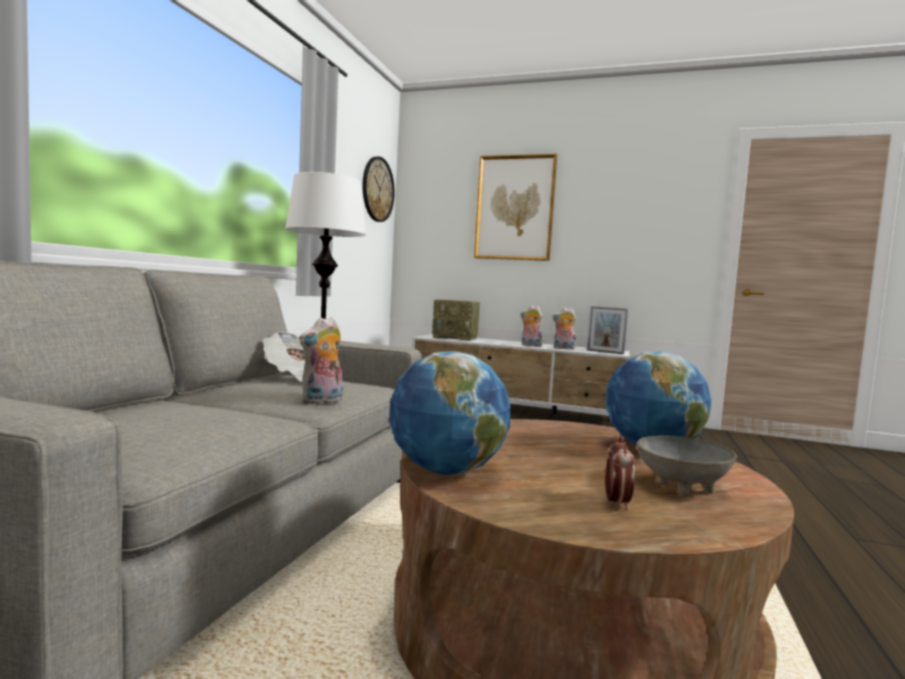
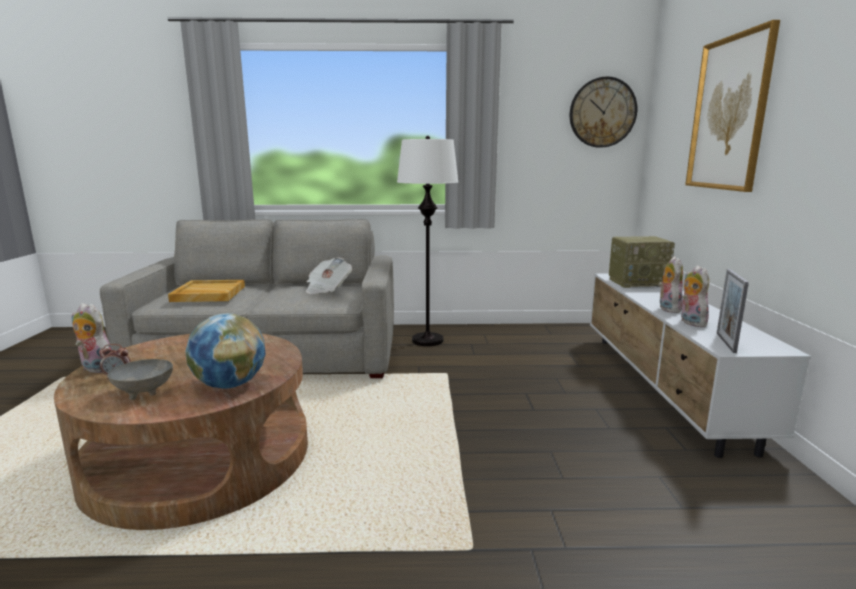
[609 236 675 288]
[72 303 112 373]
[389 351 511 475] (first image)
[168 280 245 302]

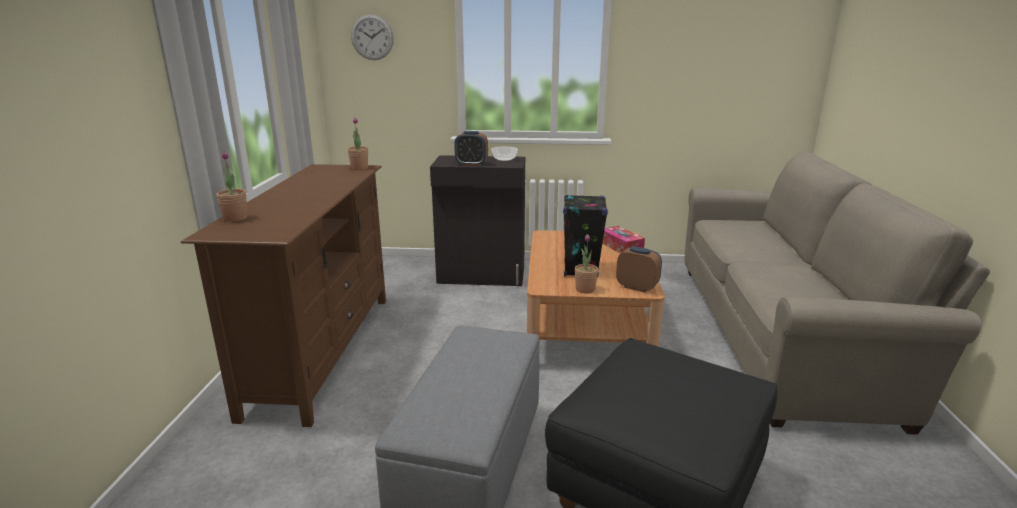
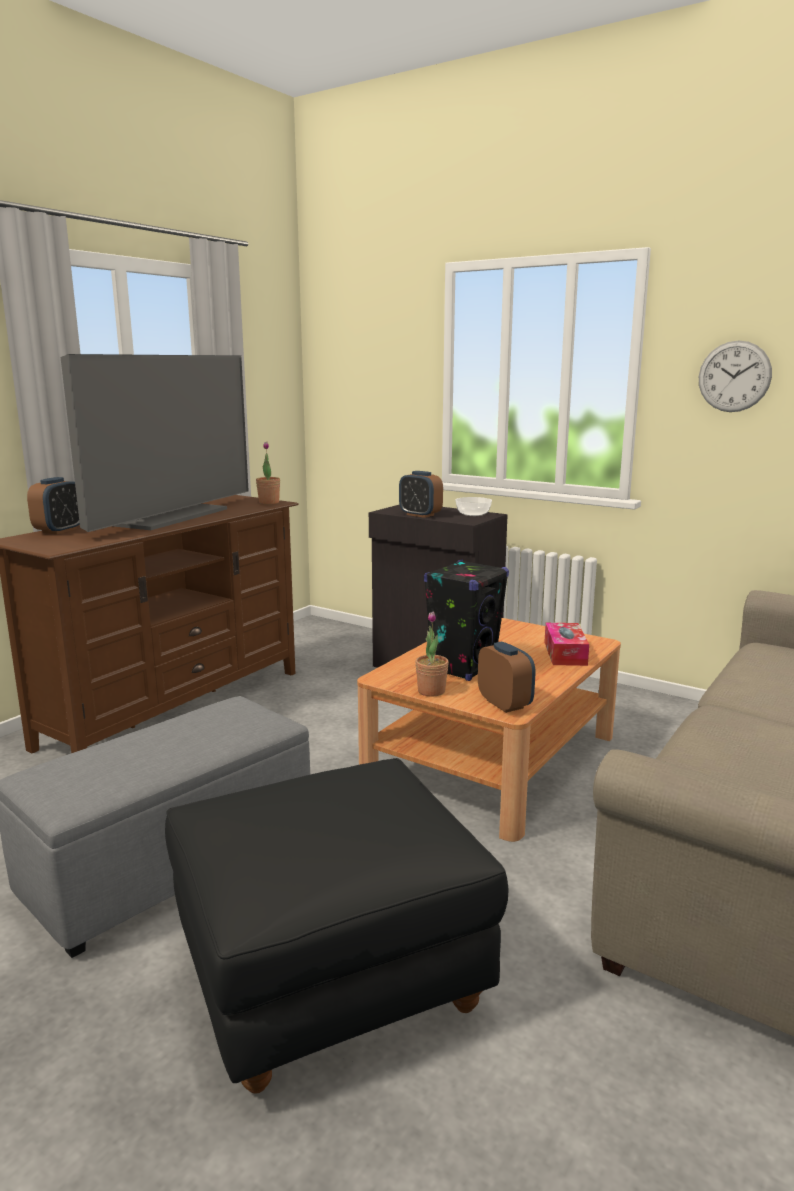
[699 340 772 412]
[27 477 80 534]
[61 354 249 532]

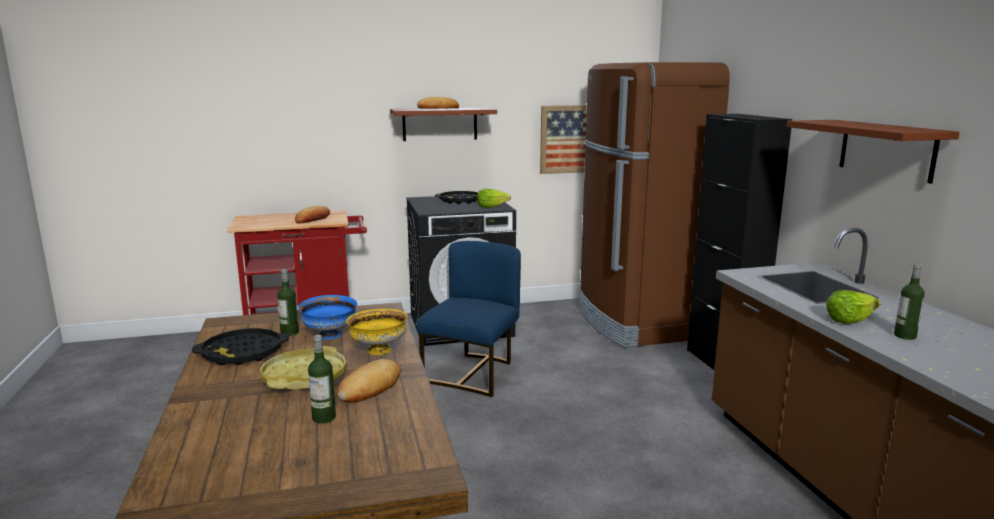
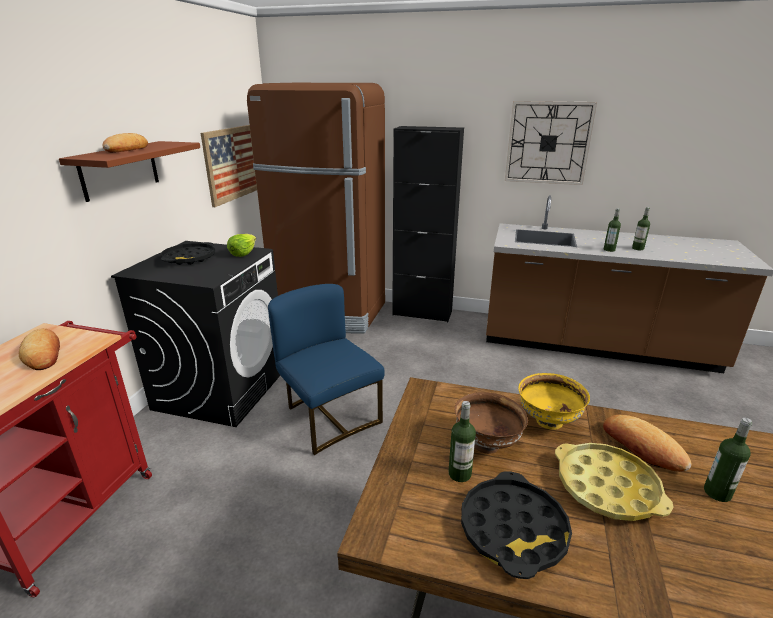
[505 101 597 185]
[604 208 621 252]
[454 392 528 454]

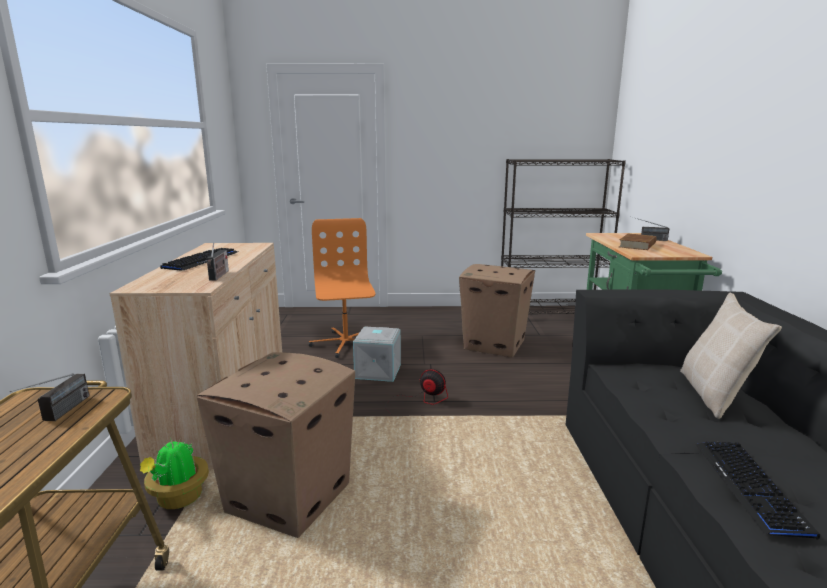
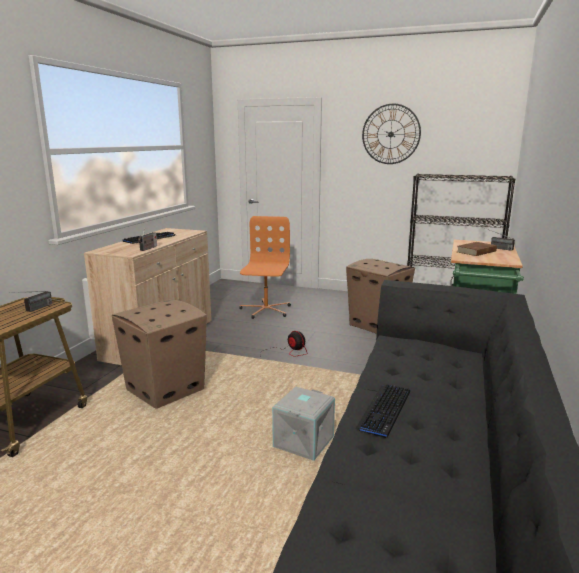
[680 293 782 419] (first image)
[272 387 335 461]
[140 437 209 509] (first image)
[362 104 421 164]

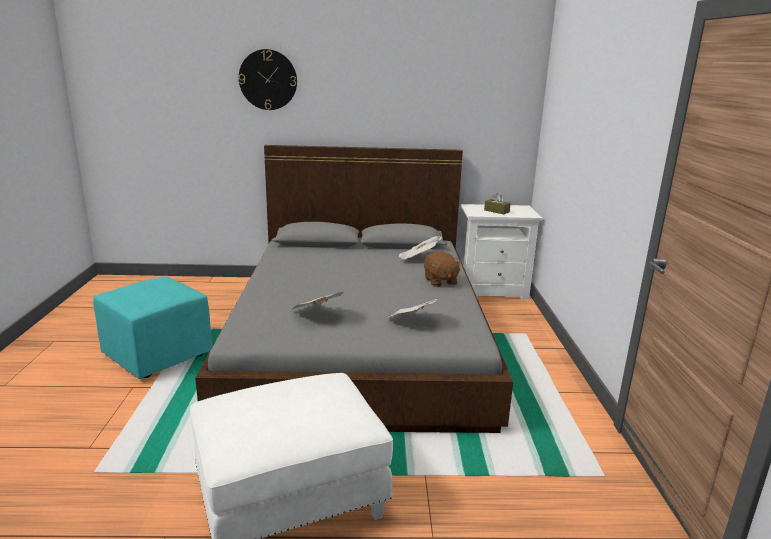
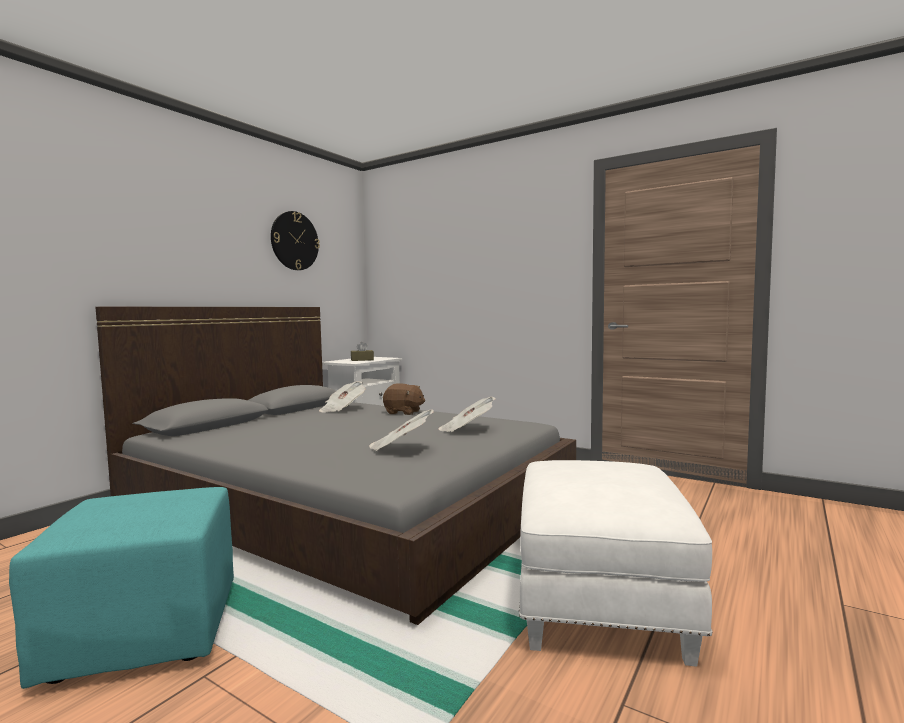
[271 211 320 270]

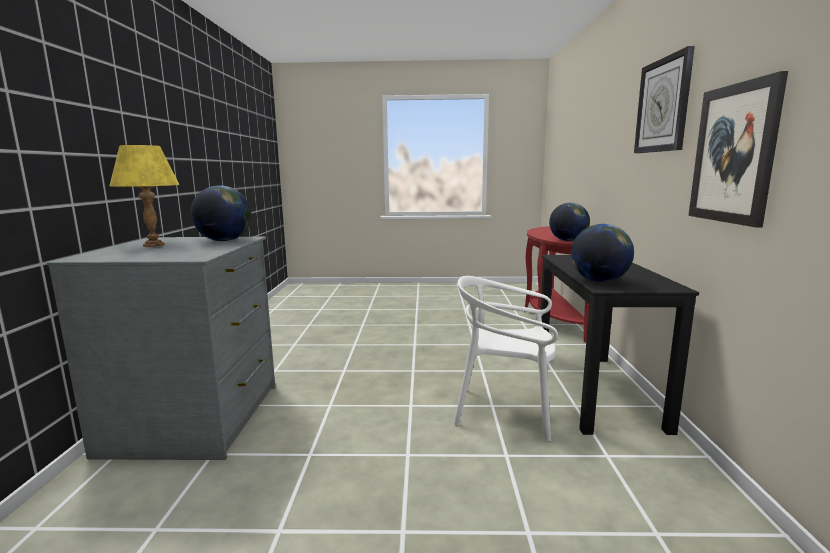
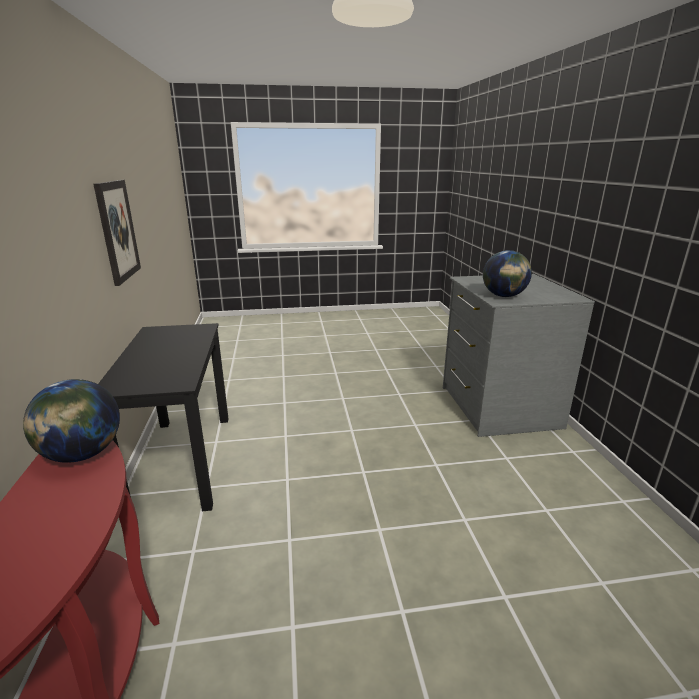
[634 46 695 153] (first image)
[110 145 180 247] (first image)
[571 224 634 282] (first image)
[454 276 558 442] (first image)

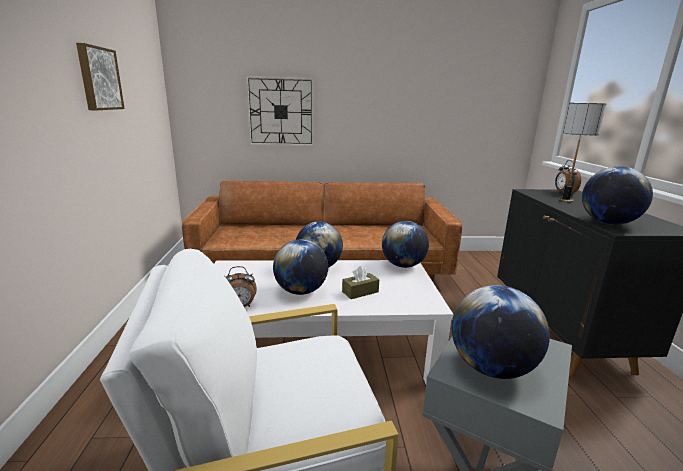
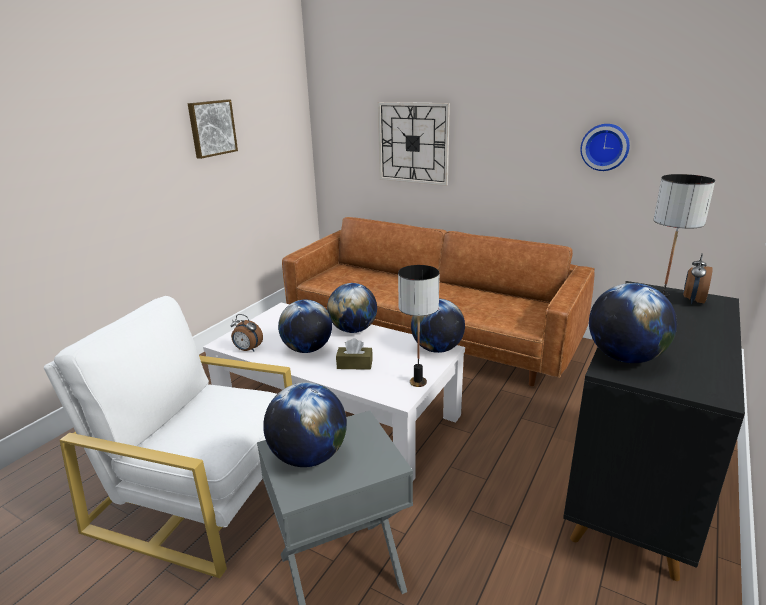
[580 124 630 171]
[398 265 439 387]

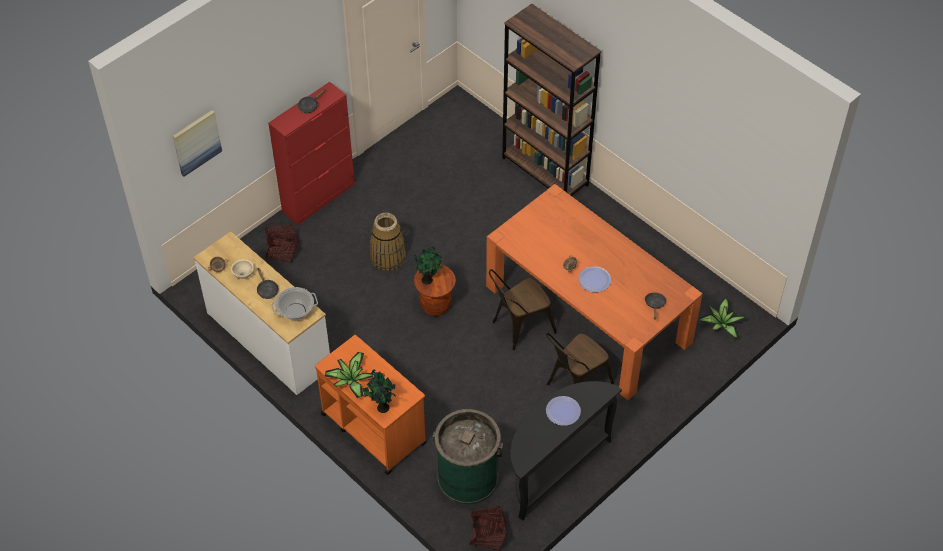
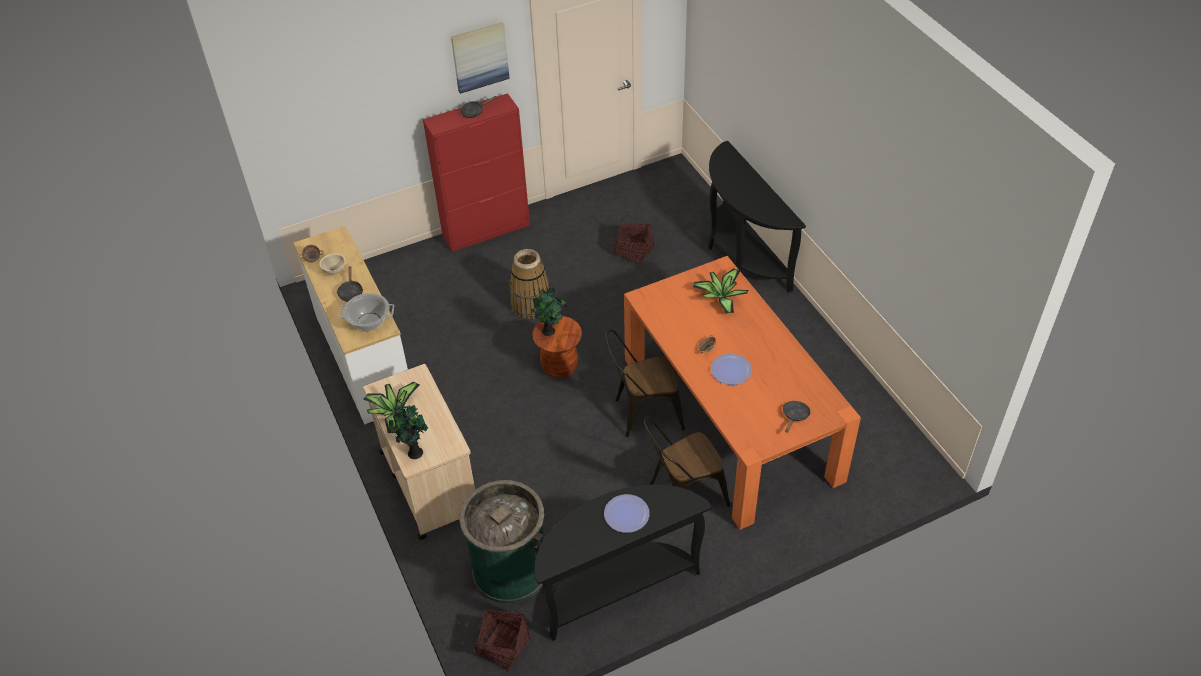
[708 141 806 293]
[451 22 510 94]
[614 215 654 265]
[693 269 749 314]
[363 364 475 540]

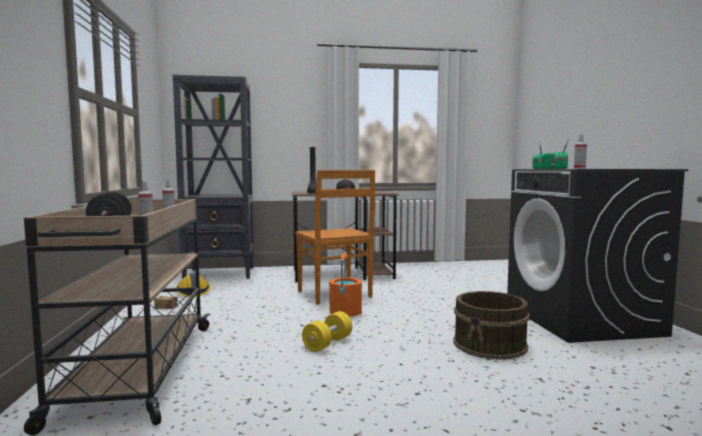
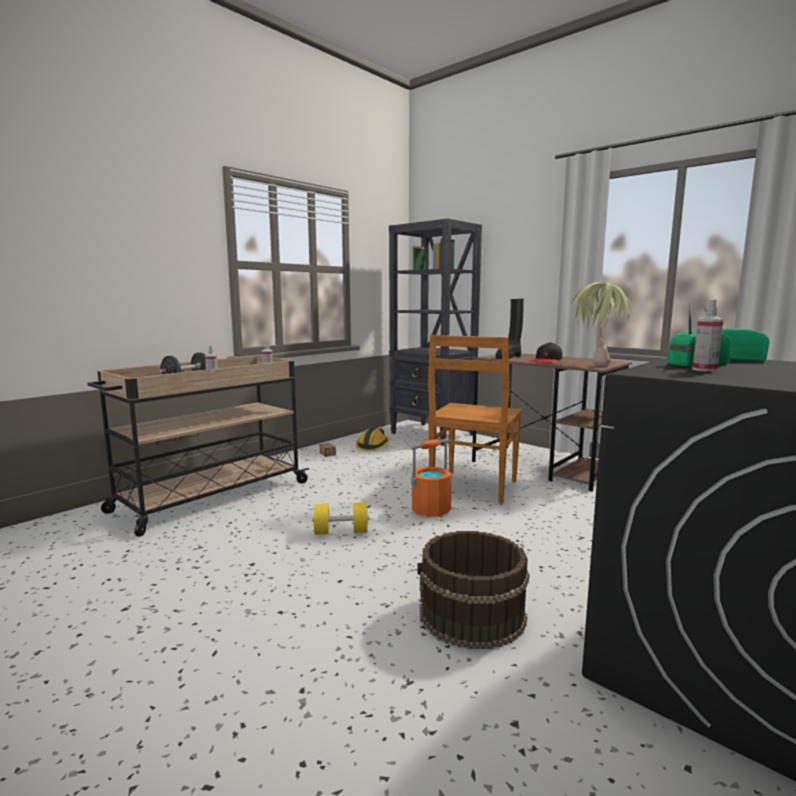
[571 282 631 367]

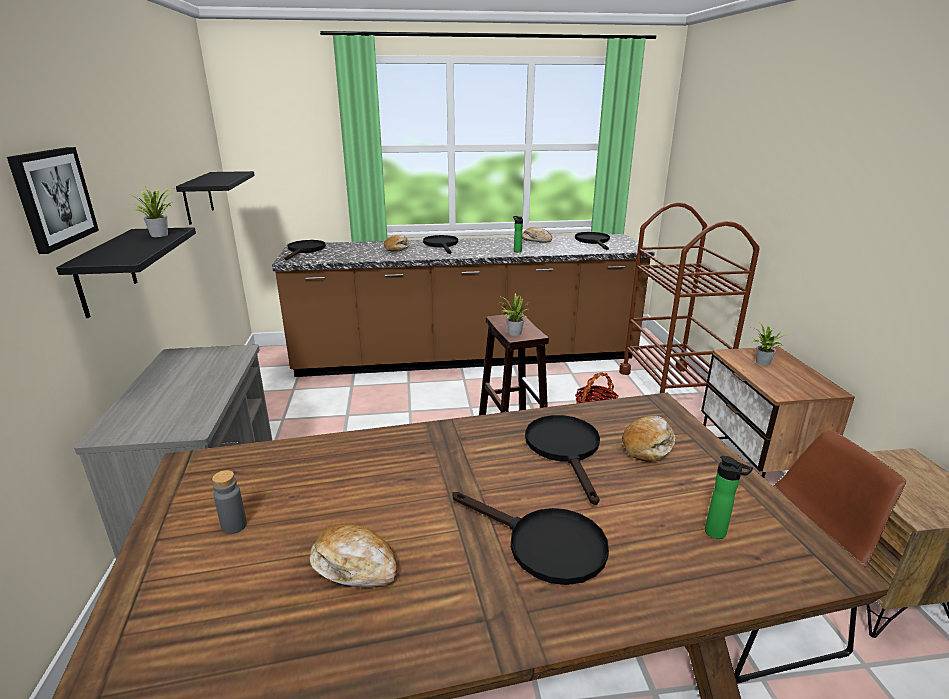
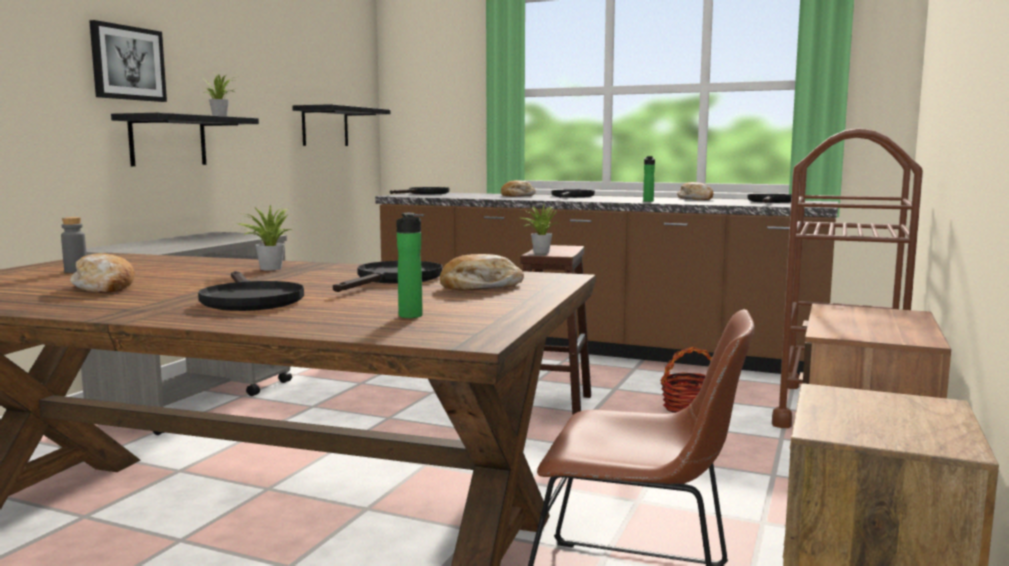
[237 205 294 270]

